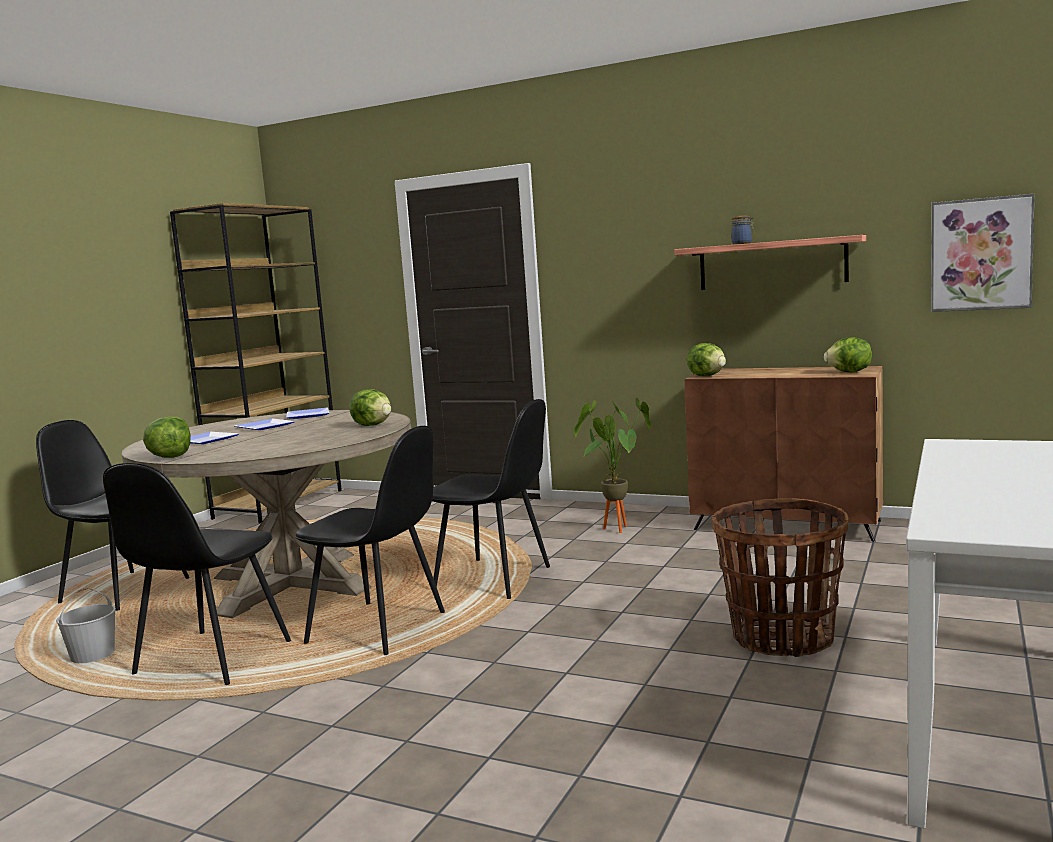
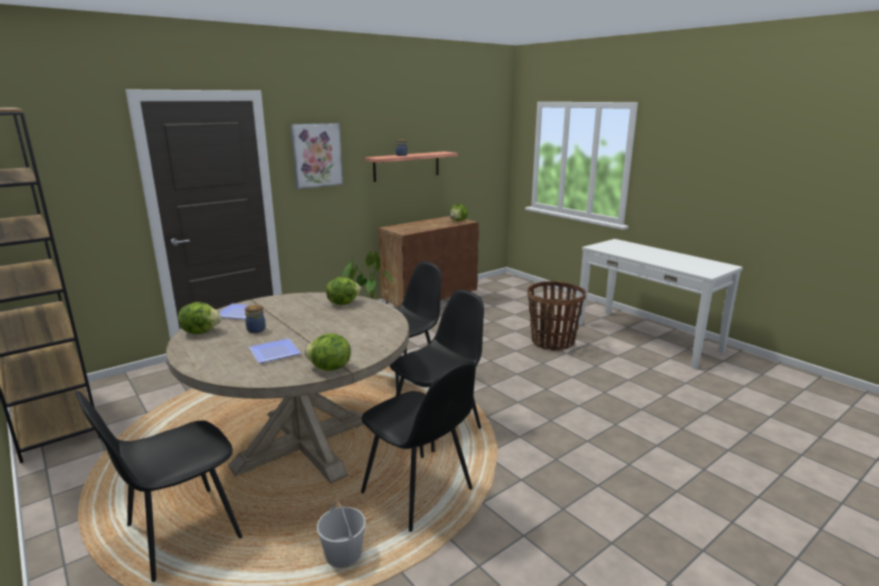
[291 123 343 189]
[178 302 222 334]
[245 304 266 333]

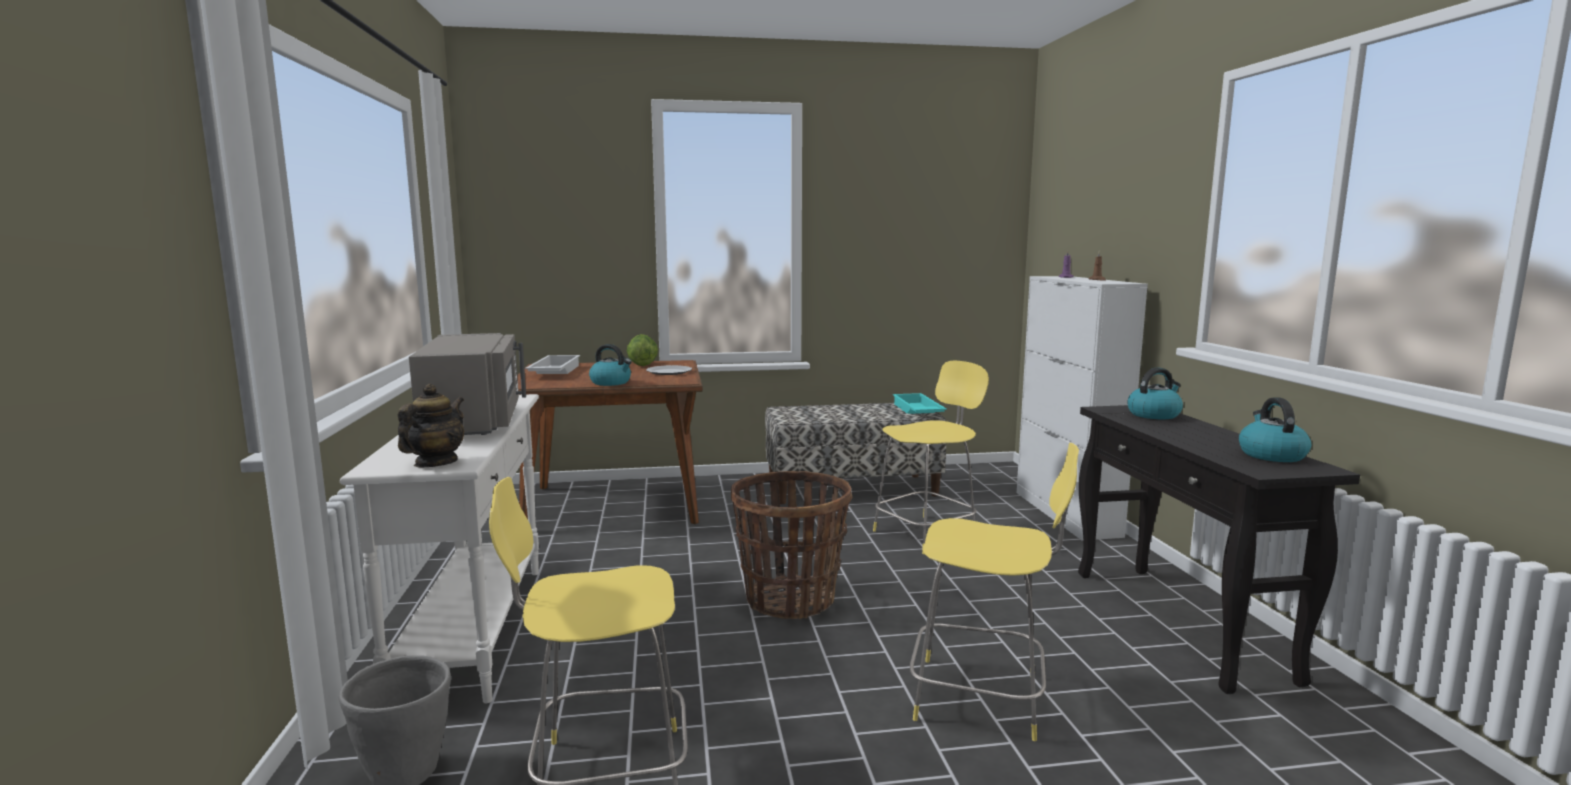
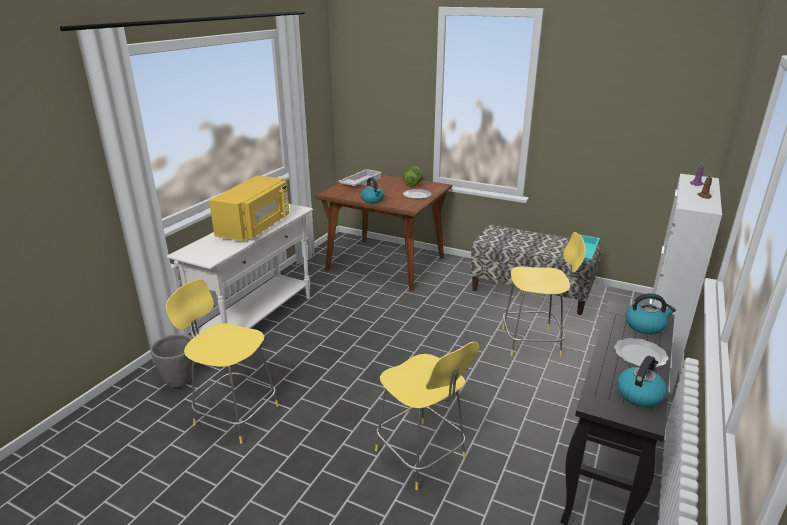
[209 175 289 241]
[398 384 464 467] (first image)
[731 471 853 619] (first image)
[614 338 669 368]

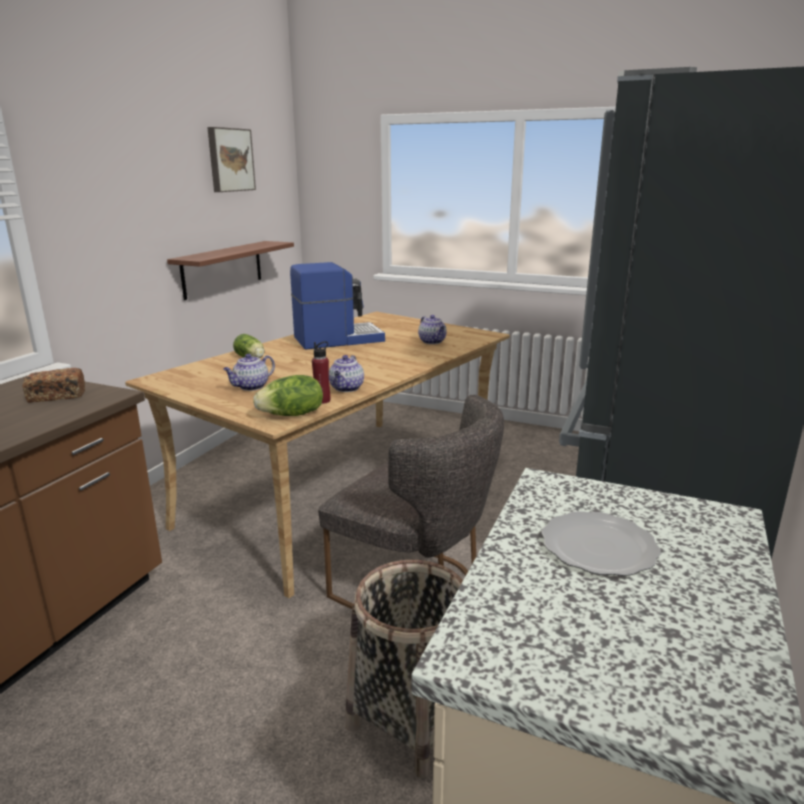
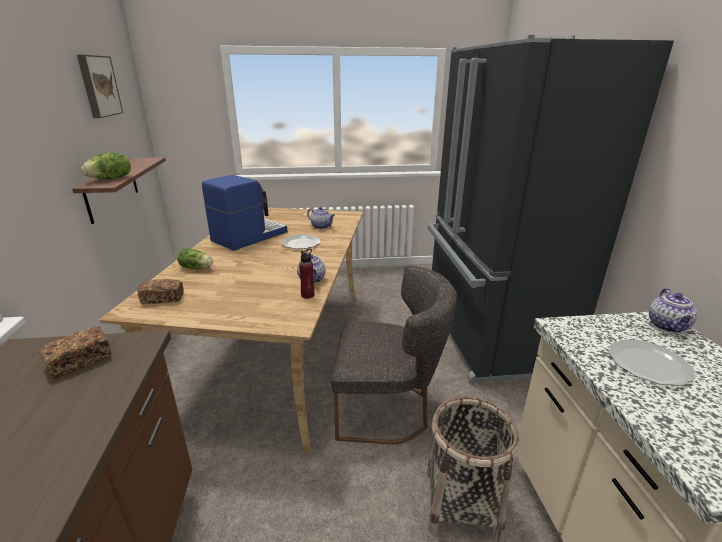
[649 288 697 333]
[81 152 131 180]
[282 234 320 249]
[138 279 184 304]

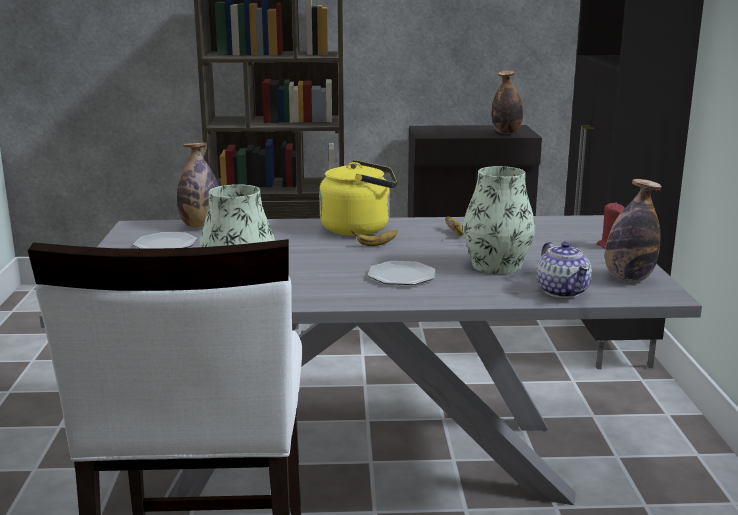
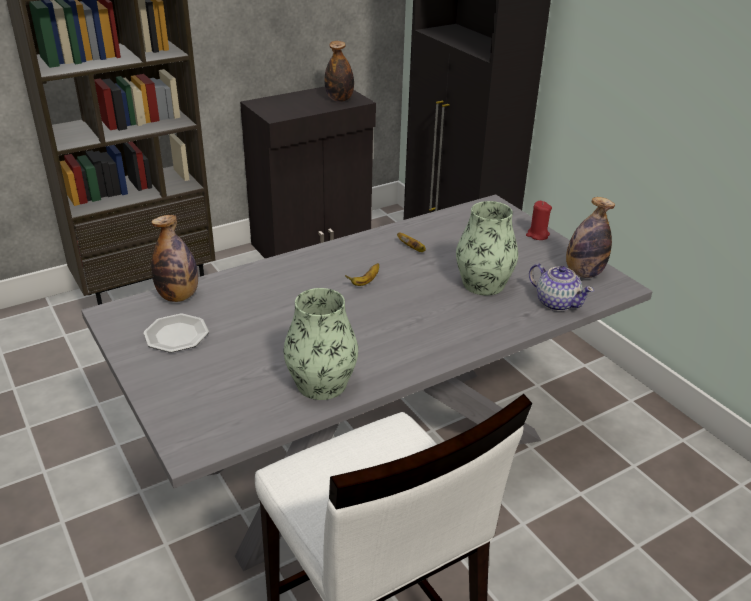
[319 160 397 236] (first image)
[368 261 435 285] (first image)

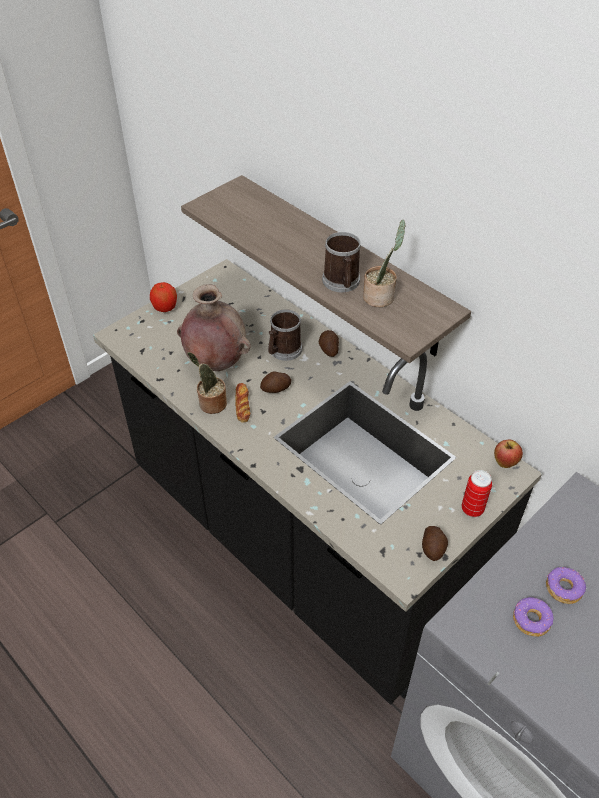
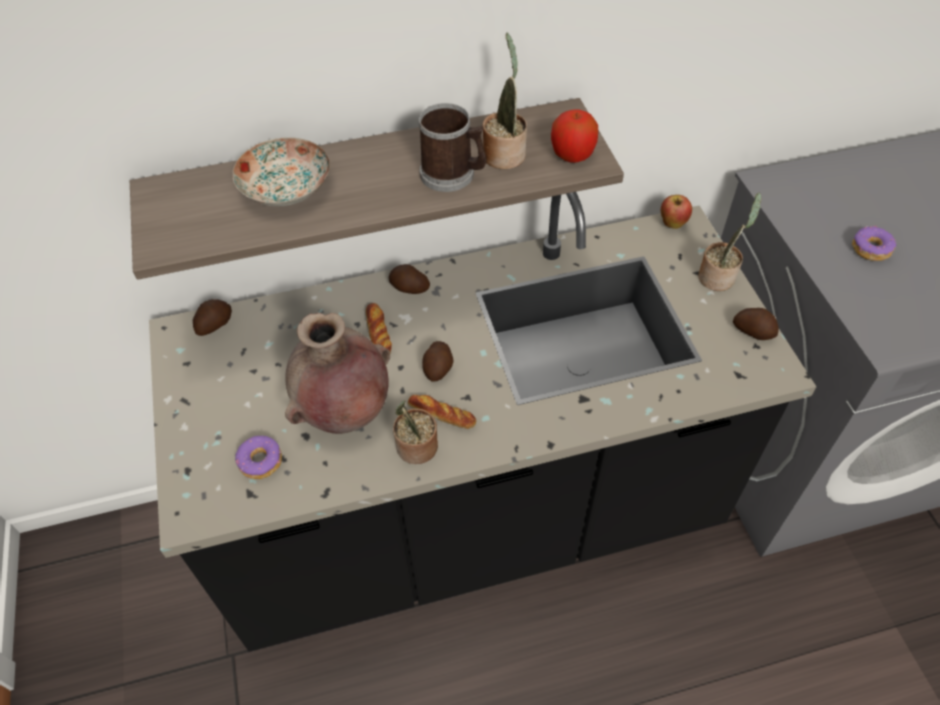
[551 109 598 163]
[366 303 392 353]
[698 193 762 291]
[235 436 282 479]
[233 137 330 206]
[193 299 232 336]

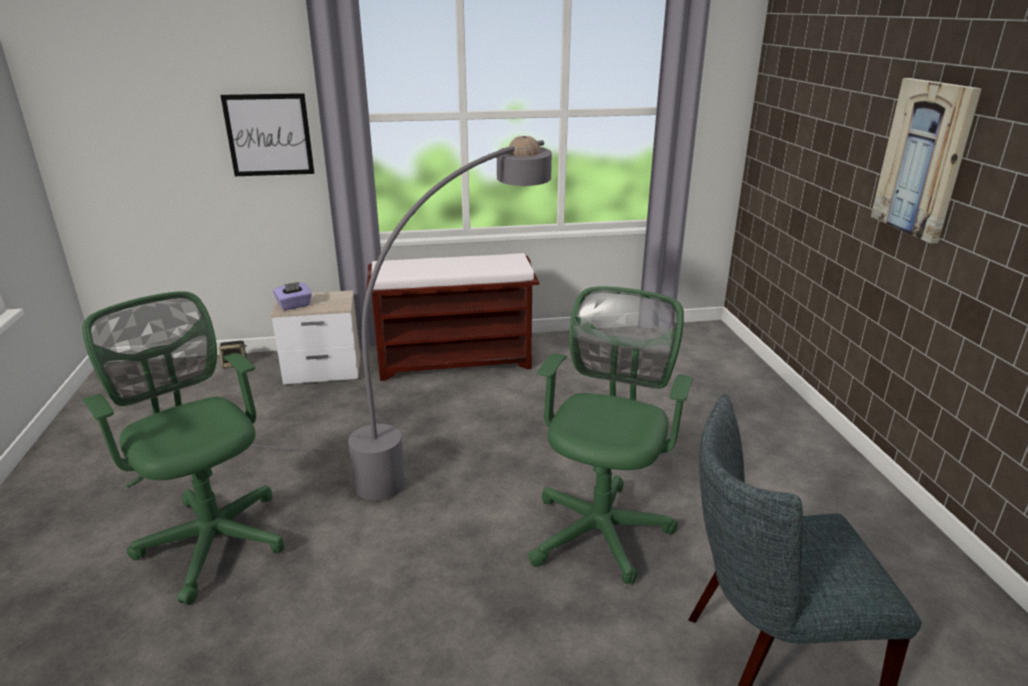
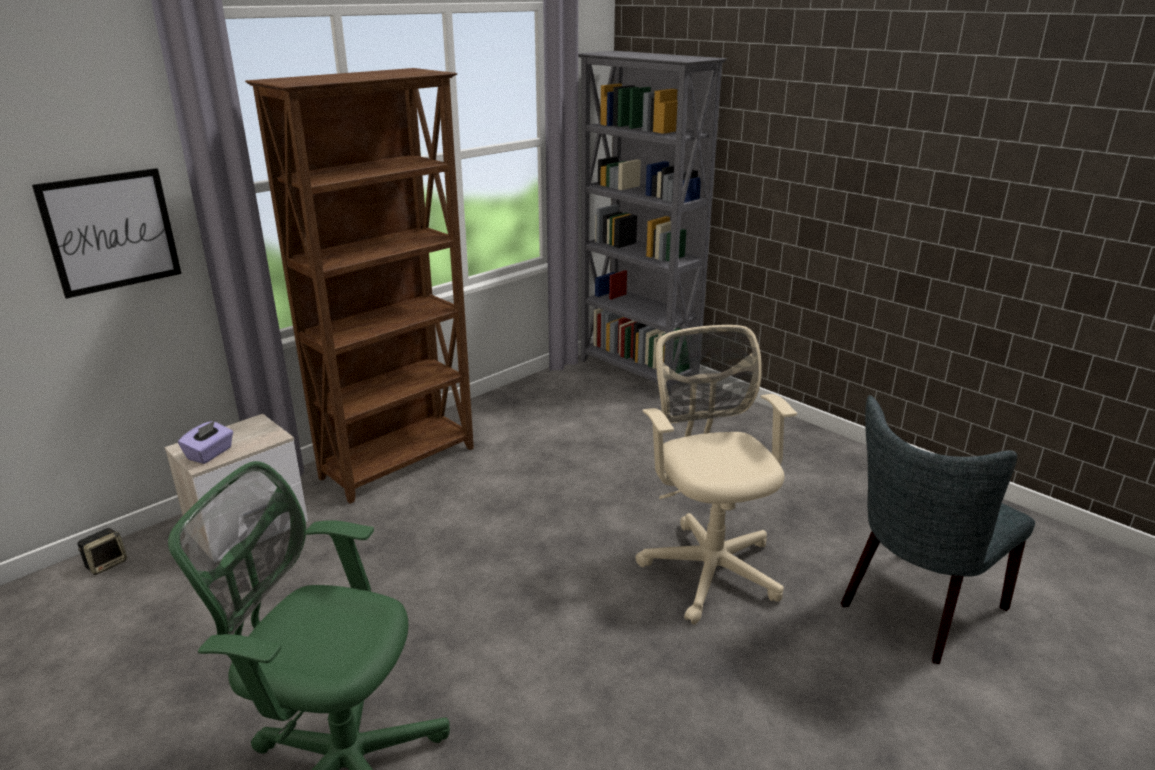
[871 78 982 243] (first image)
[158 136 552 501] (first image)
[245 68 474 504]
[636 325 797 625]
[578 51 727 383]

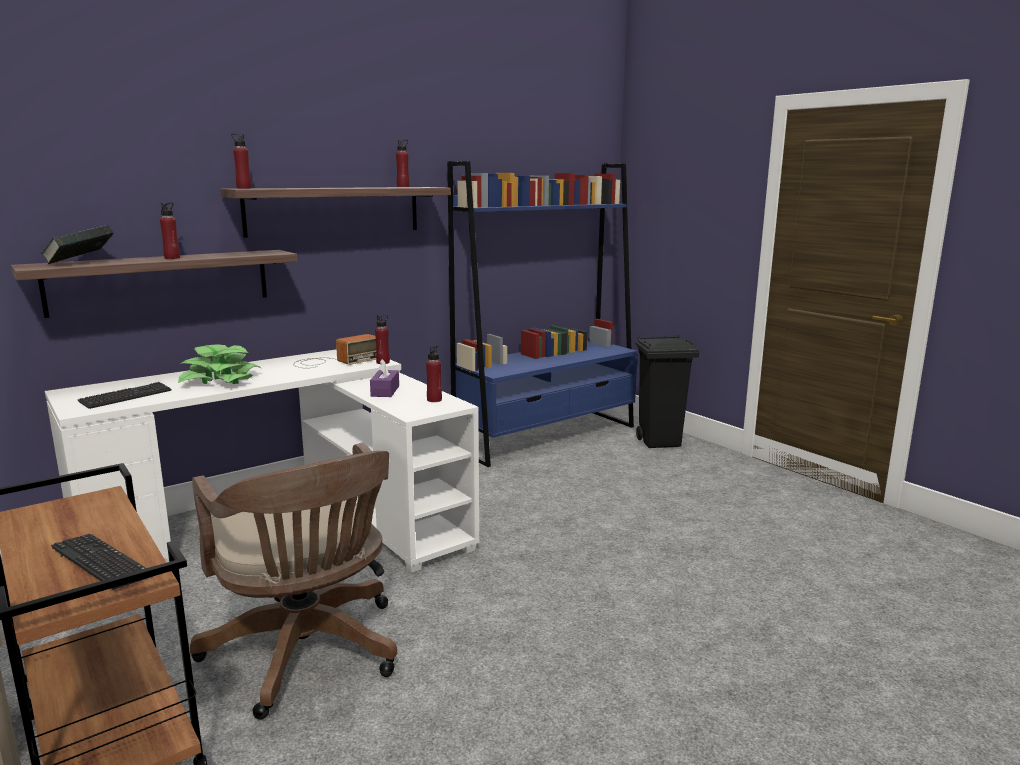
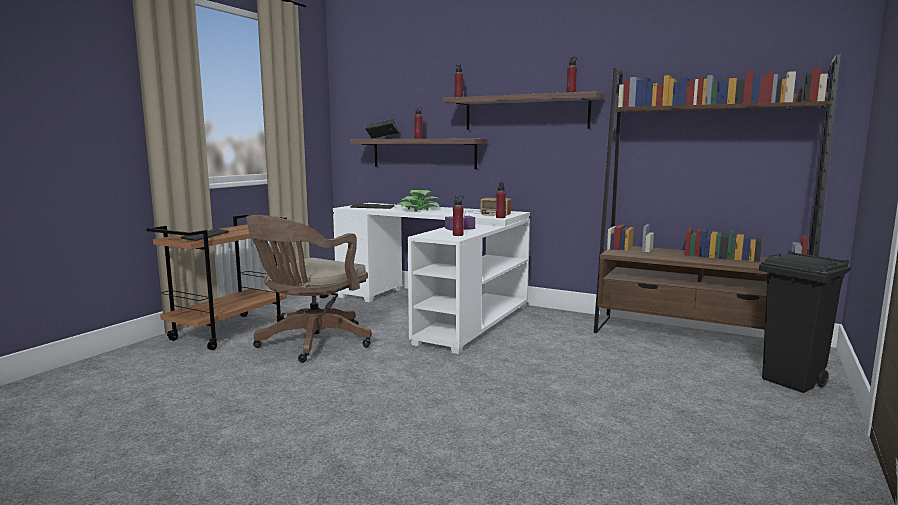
[594 54 841 333]

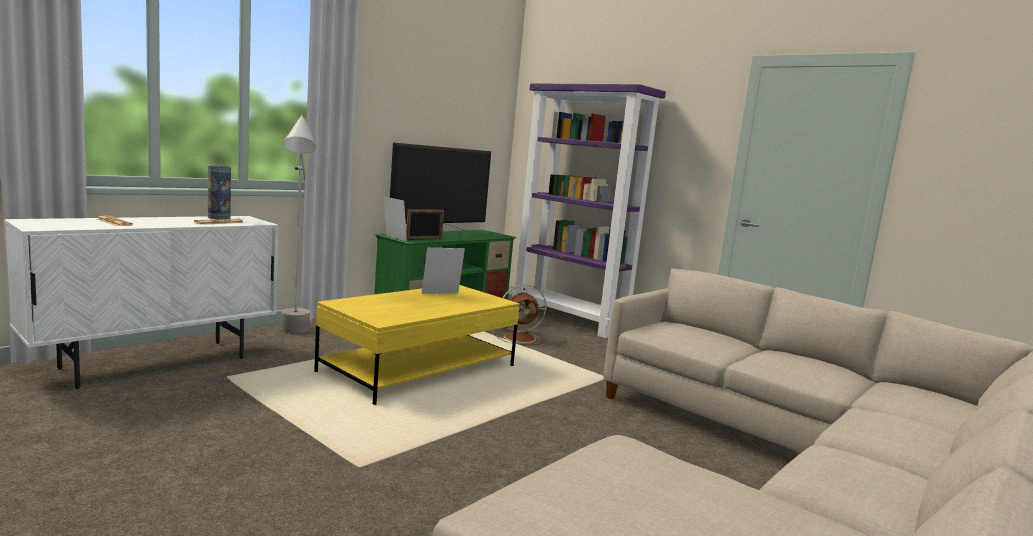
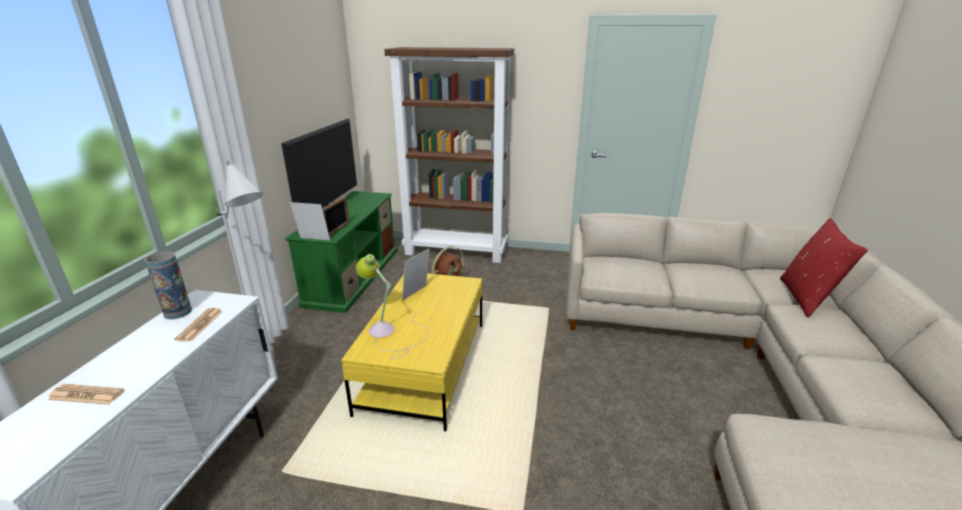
[384 47 514 263]
[780 218 868 317]
[356 254 428 359]

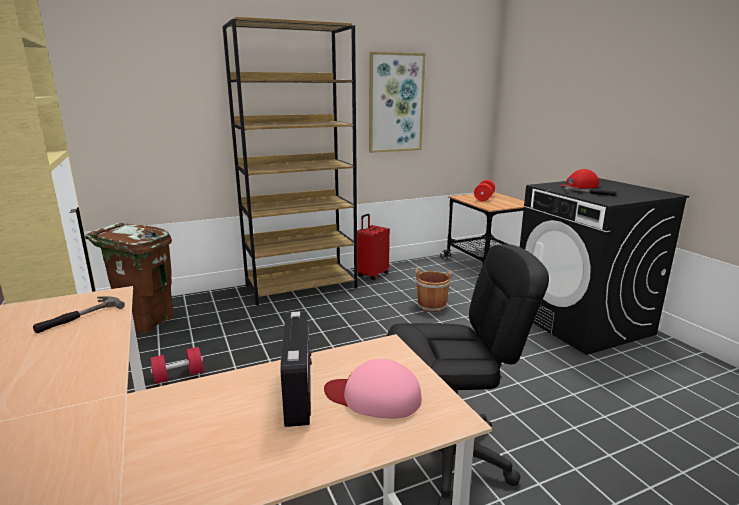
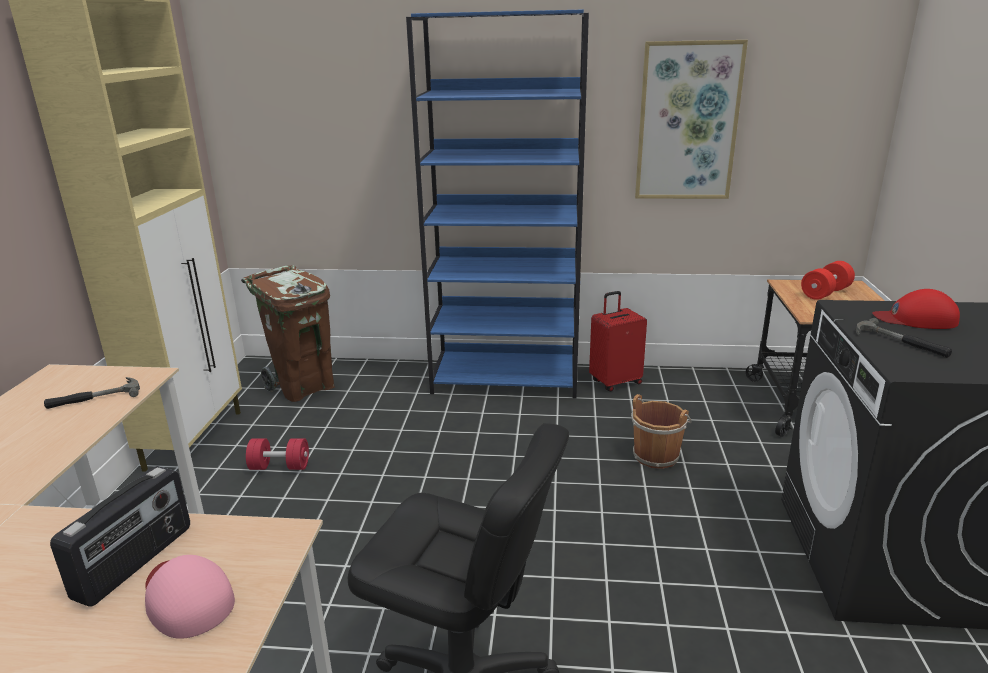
[406 10 589 398]

